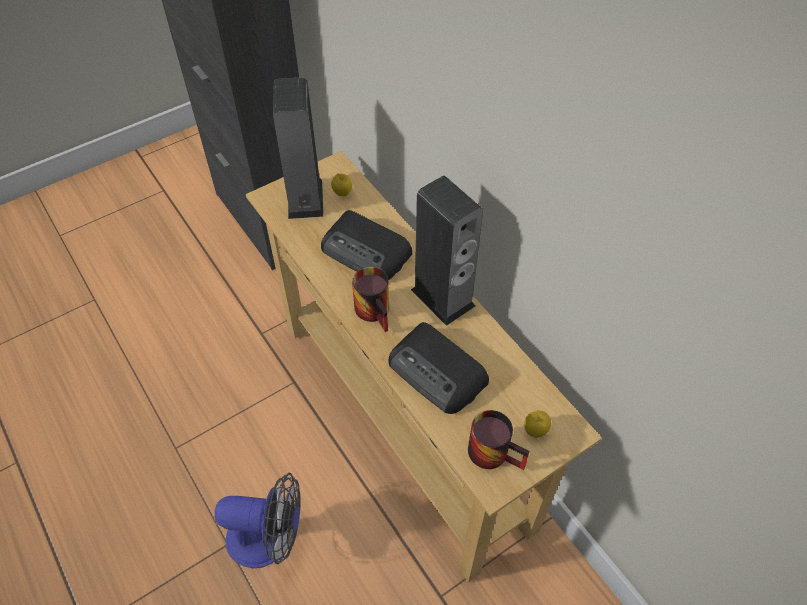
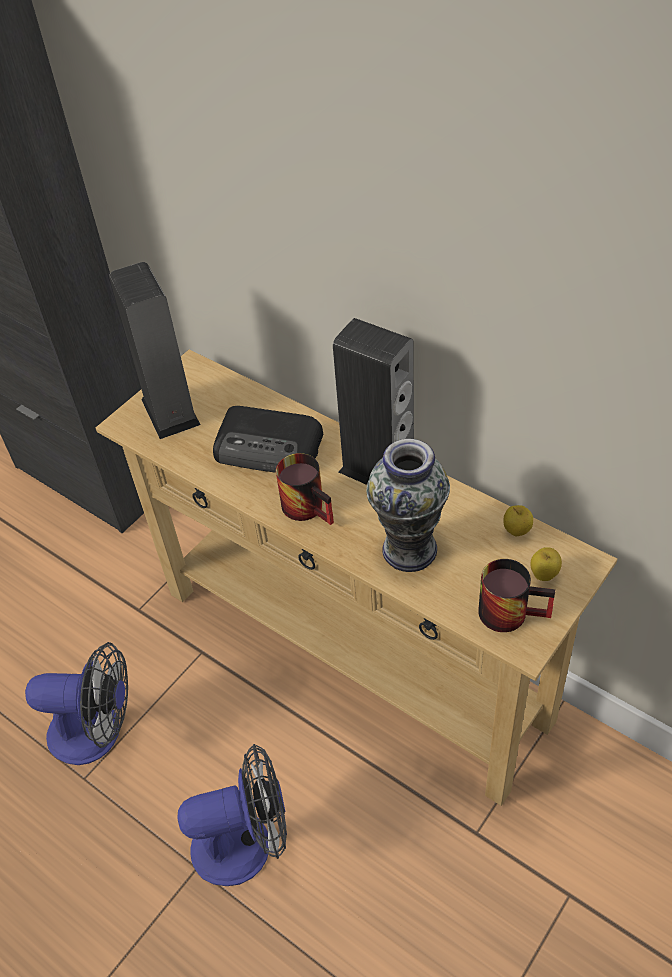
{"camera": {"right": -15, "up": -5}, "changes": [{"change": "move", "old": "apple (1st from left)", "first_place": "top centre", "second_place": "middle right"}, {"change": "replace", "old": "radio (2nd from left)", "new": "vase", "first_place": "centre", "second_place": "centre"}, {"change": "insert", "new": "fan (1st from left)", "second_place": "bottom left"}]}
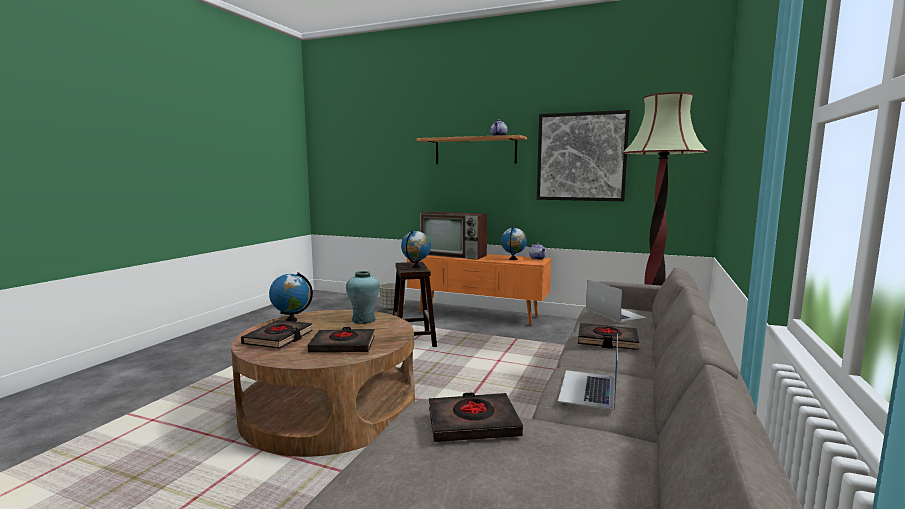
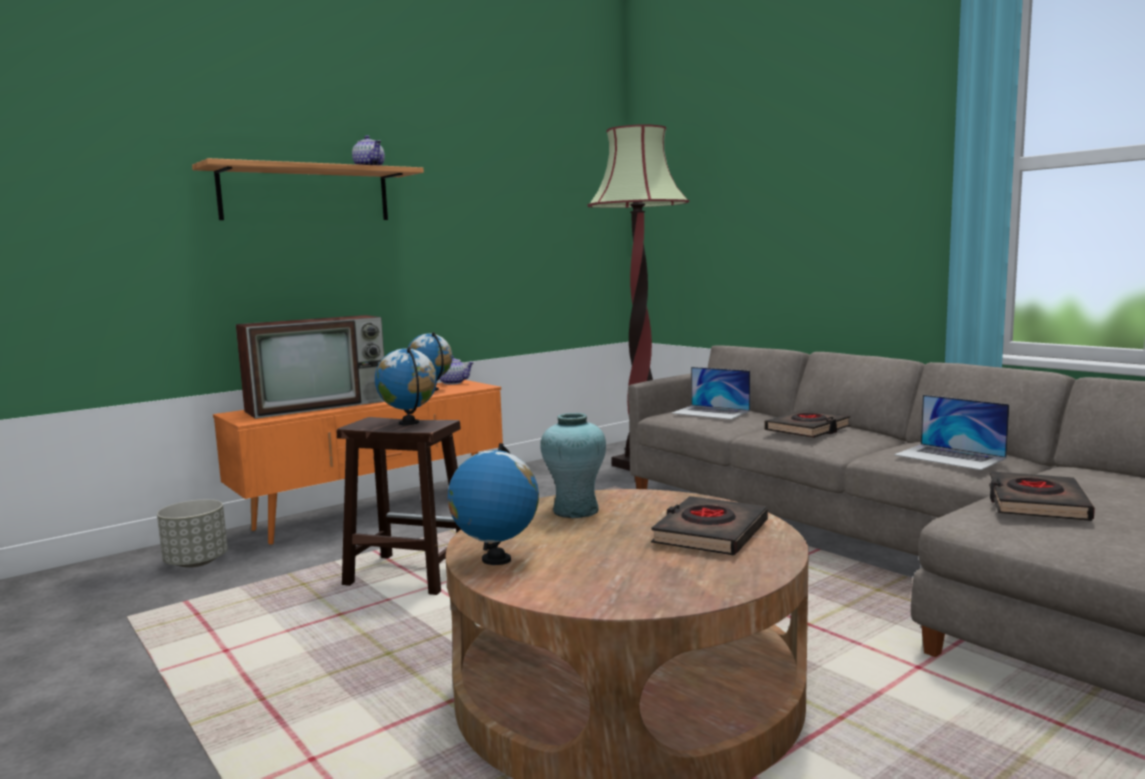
{"camera": {"right": -60, "up": 0}, "changes": [{"change": "delete", "old": "black book (1st from left)", "first_place": "middle left"}, {"change": "delete", "old": "picture", "first_place": "top centre"}, {"change": "rotate", "old": "laptop (2nd from left in the first image)", "first_place": "middle right", "second_place": "centre", "degrees": -150}]}
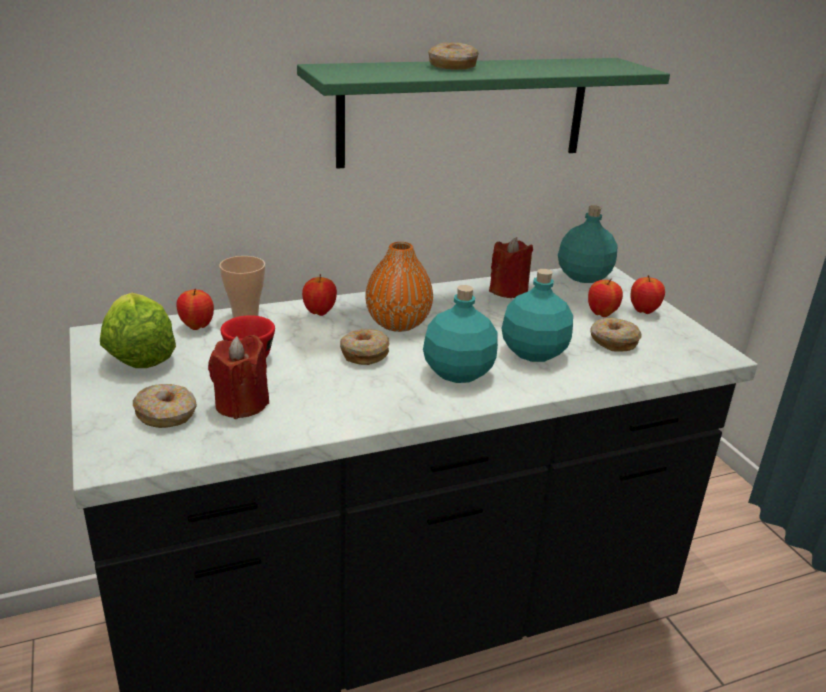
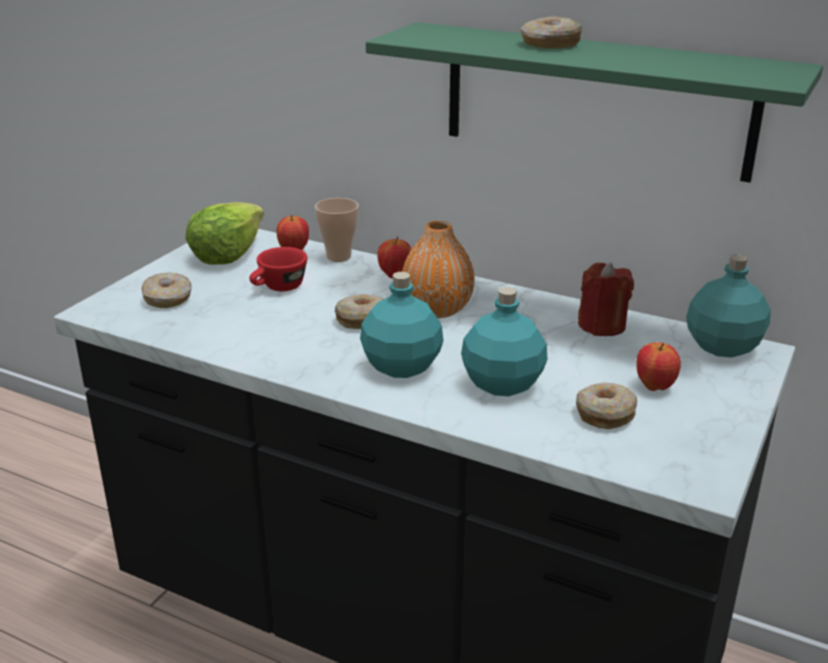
{"camera": {"right": 50, "up": 0}, "changes": [{"change": "delete", "old": "red candle (1st from left)", "first_place": "middle left"}, {"change": "delete", "old": "apple (4th from left)", "first_place": "middle right"}]}
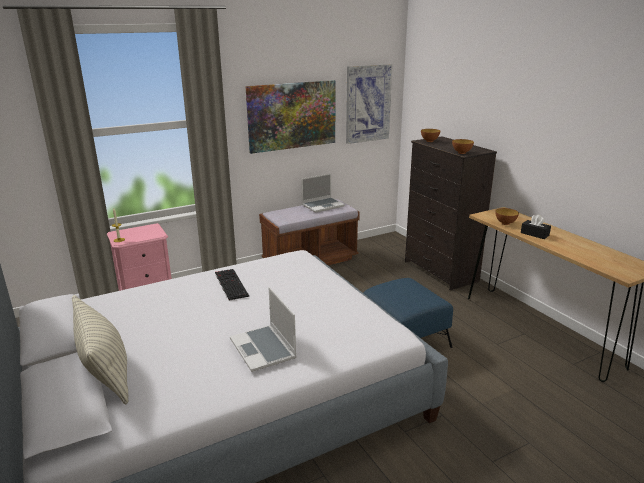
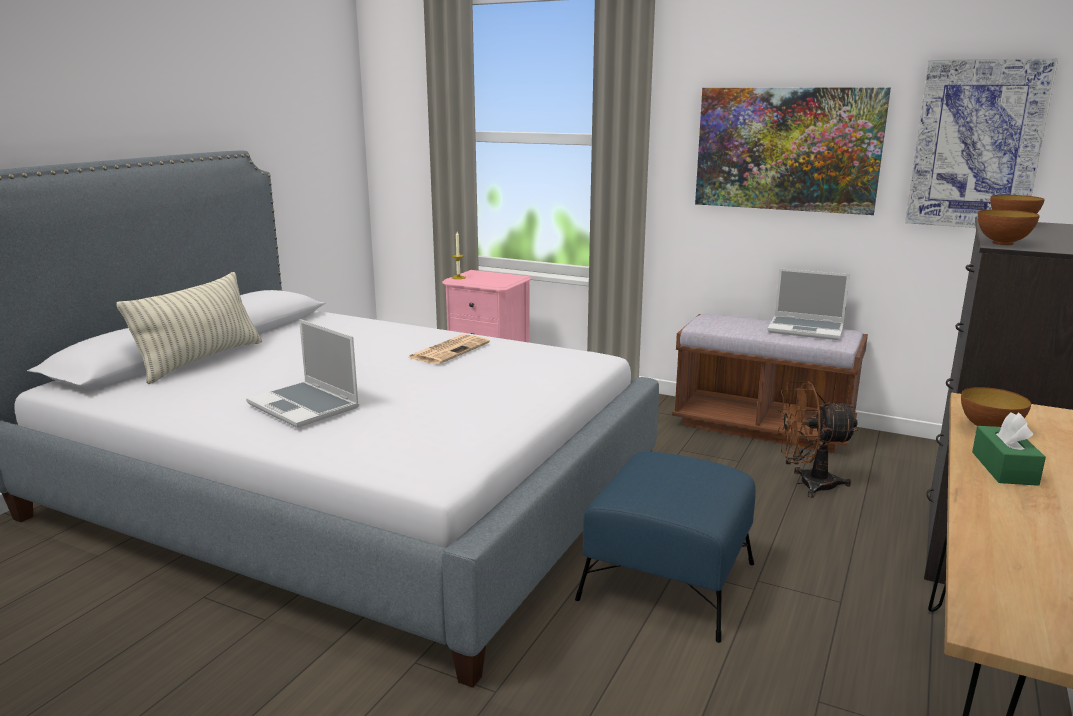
{"camera": {"right": 55, "up": -5}, "changes": [{"change": "replace", "old": "keyboard", "new": "newspaper", "first_place": "centre", "second_place": "centre"}, {"change": "rotate", "old": "laptop (1st from left)", "first_place": "bottom centre", "second_place": "middle left", "degrees": -75}, {"change": "recolor", "old": "black tissue box", "new": "green tissue box", "first_place": "middle right", "second_place": "middle right"}, {"change": "insert", "new": "brown fan", "second_place": "middle right"}]}
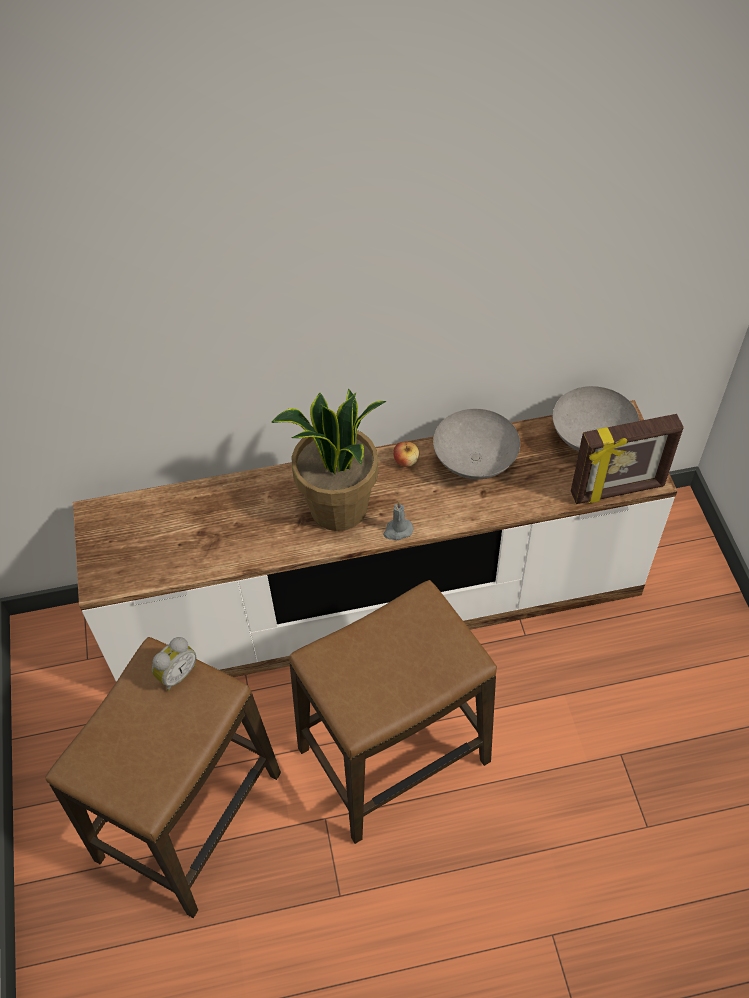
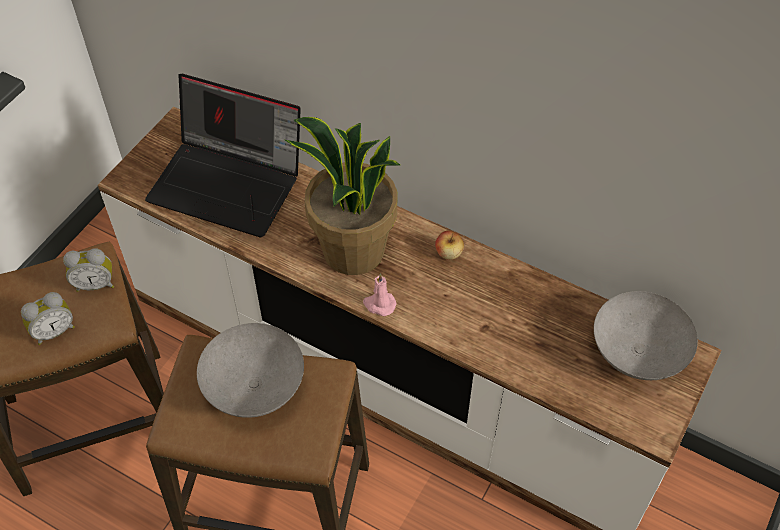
{"camera": {"right": 40, "up": 0}, "changes": [{"change": "recolor", "old": "grey candle", "new": "pink candle", "first_place": "centre", "second_place": "centre"}, {"change": "move", "old": "grey bowl (1st from left)", "first_place": "centre", "second_place": "bottom left"}, {"change": "delete", "old": "picture frame", "first_place": "middle right"}, {"change": "insert", "new": "alarm clock (1st from left)", "second_place": "middle left"}, {"change": "insert", "new": "laptop", "second_place": "top left"}]}
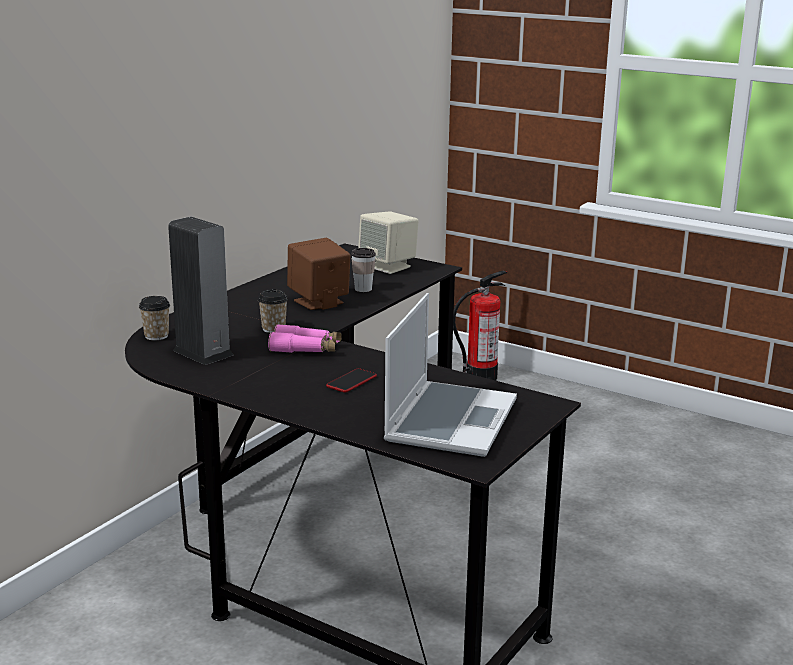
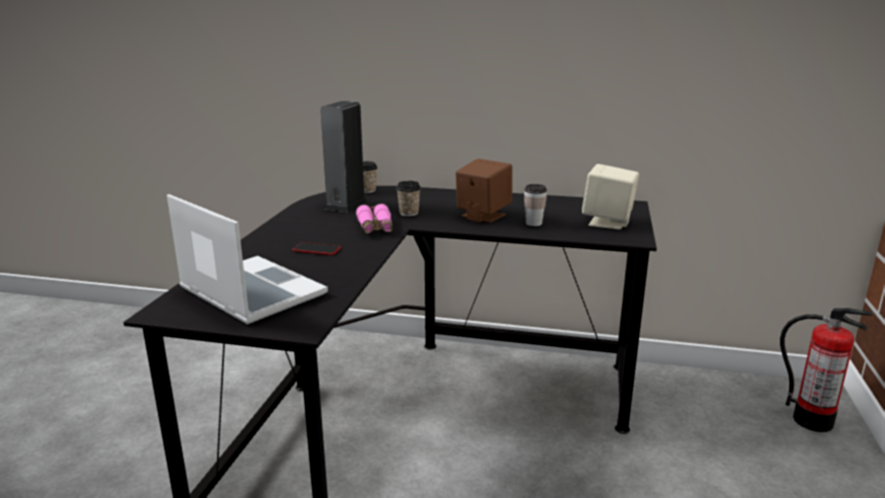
{"camera": {"right": 70, "up": 0}, "changes": [{"change": "rotate", "old": "laptop", "first_place": "centre", "second_place": "middle left", "degrees": -135}]}
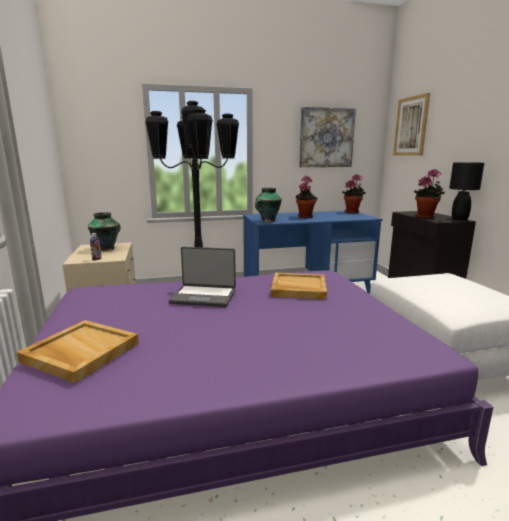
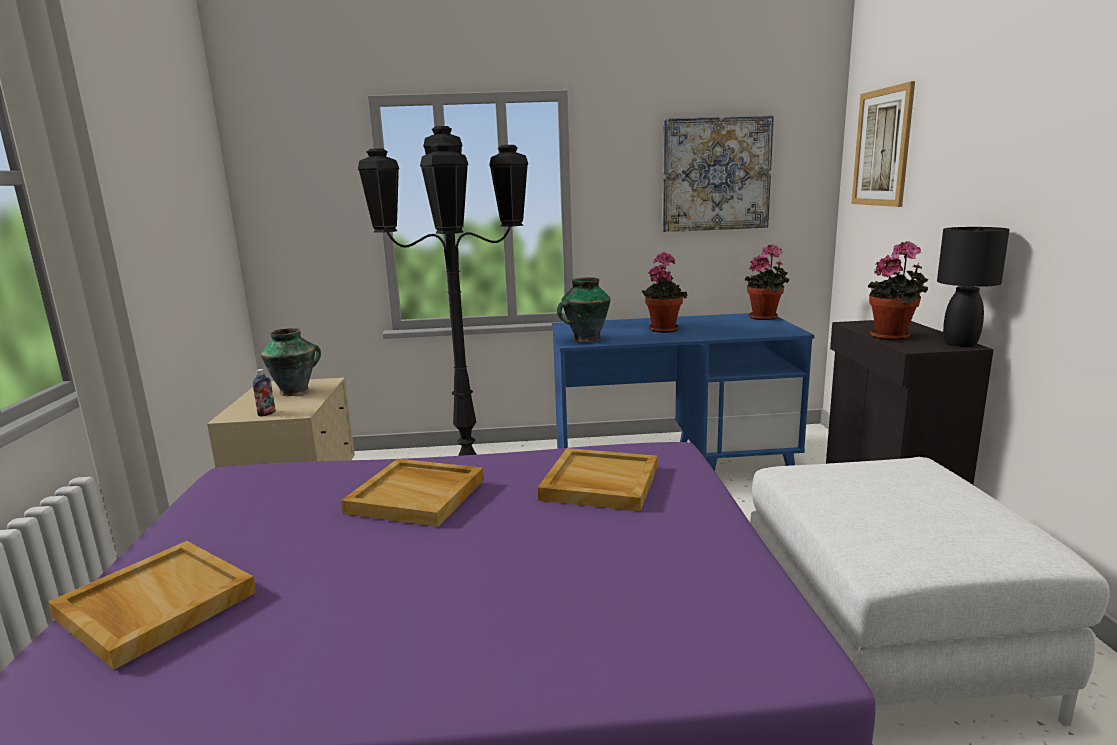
{"camera": {"right": 10, "up": 0}, "changes": [{"change": "replace", "old": "laptop", "new": "beige tray (2nd from left)", "first_place": "centre", "second_place": "centre"}]}
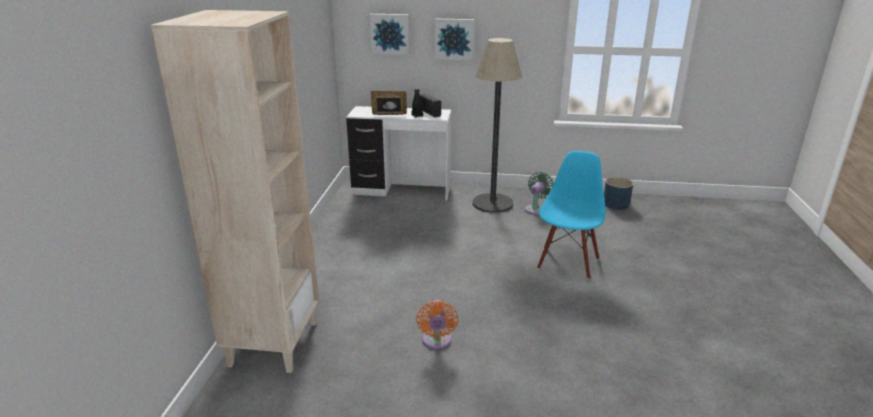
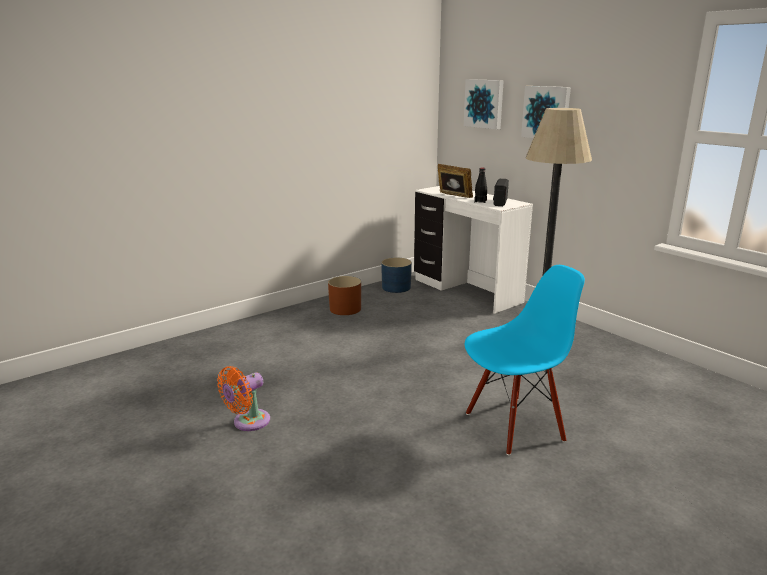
{"camera": {"right": 45, "up": -5}, "changes": [{"change": "delete", "old": "beige bookcase", "first_place": "middle left"}, {"change": "delete", "old": "green fan", "first_place": "centre"}, {"change": "move", "old": "blue planter", "first_place": "middle right", "second_place": "centre"}, {"change": "insert", "new": "brown planter", "second_place": "centre"}]}
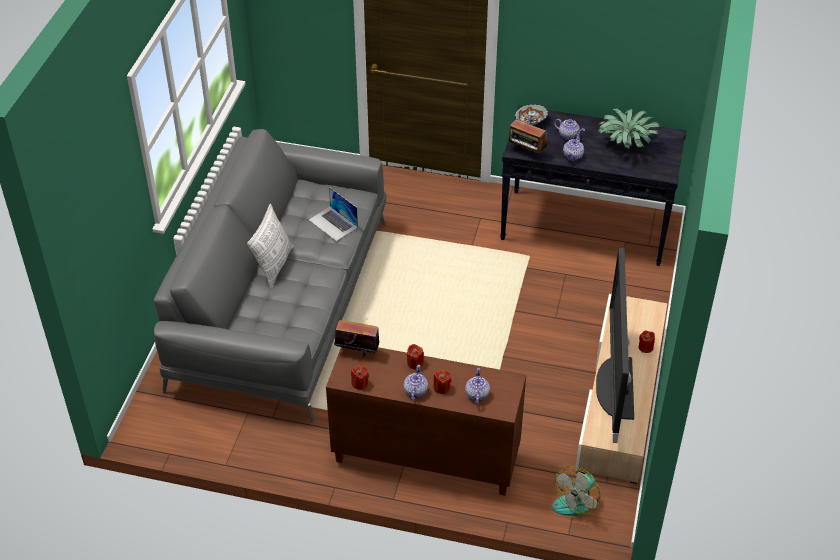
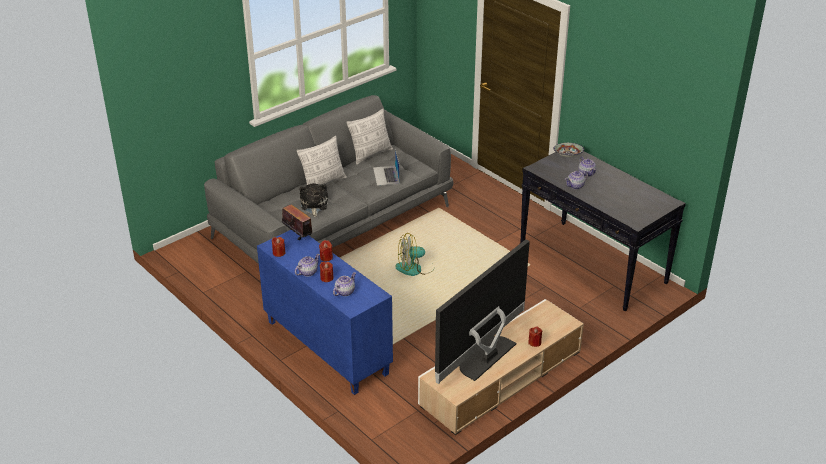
{"camera": {"right": 35, "up": -10}, "changes": [{"change": "recolor", "old": "brown cabinet", "new": "blue cabinet", "first_place": "bottom centre", "second_place": "bottom centre"}, {"change": "delete", "old": "radio (2nd from left)", "first_place": "top centre"}, {"change": "move", "old": "fan", "first_place": "bottom right", "second_place": "centre"}, {"change": "delete", "old": "potted plant", "first_place": "top right"}, {"change": "insert", "new": "plush toy", "second_place": "centre"}, {"change": "insert", "new": "pillow (2nd from left)", "second_place": "top centre"}]}
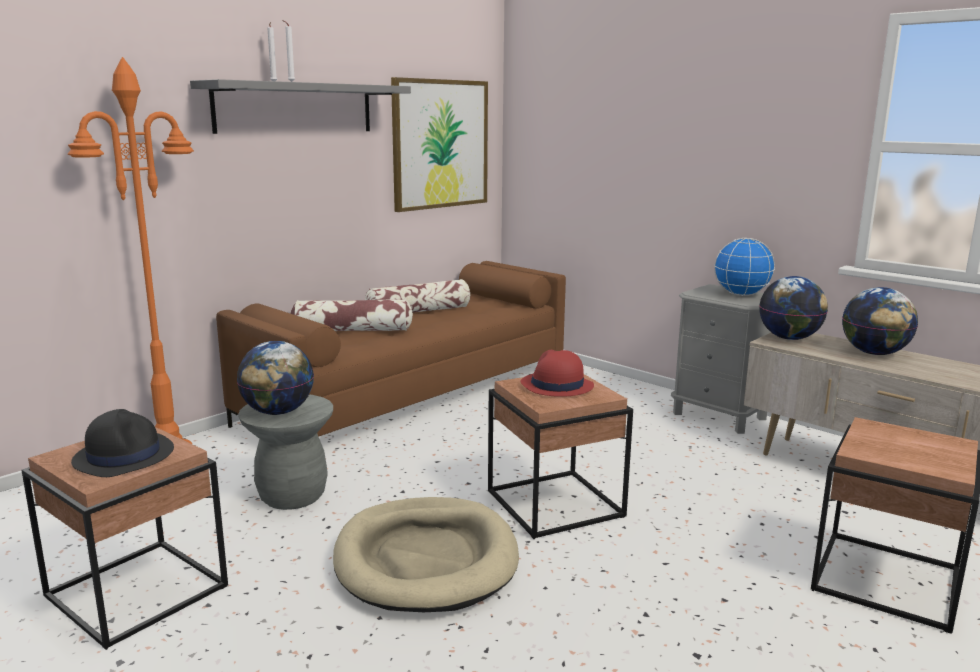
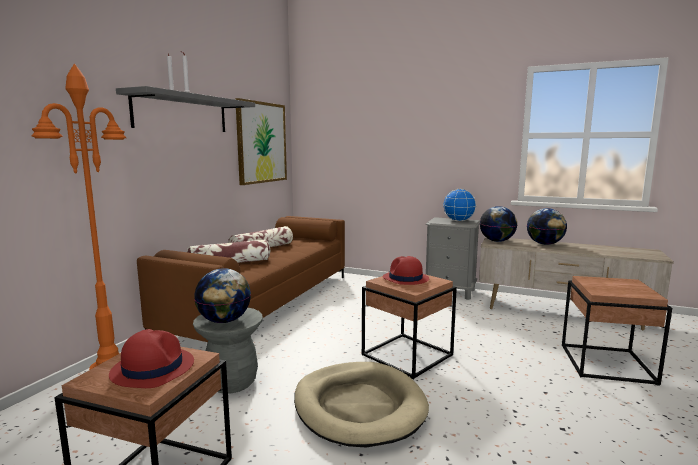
{"camera": {"right": -20, "up": -5}, "changes": [{"change": "recolor", "old": "black hat", "new": "red hat (1st from left)", "first_place": "middle left", "second_place": "bottom left"}]}
